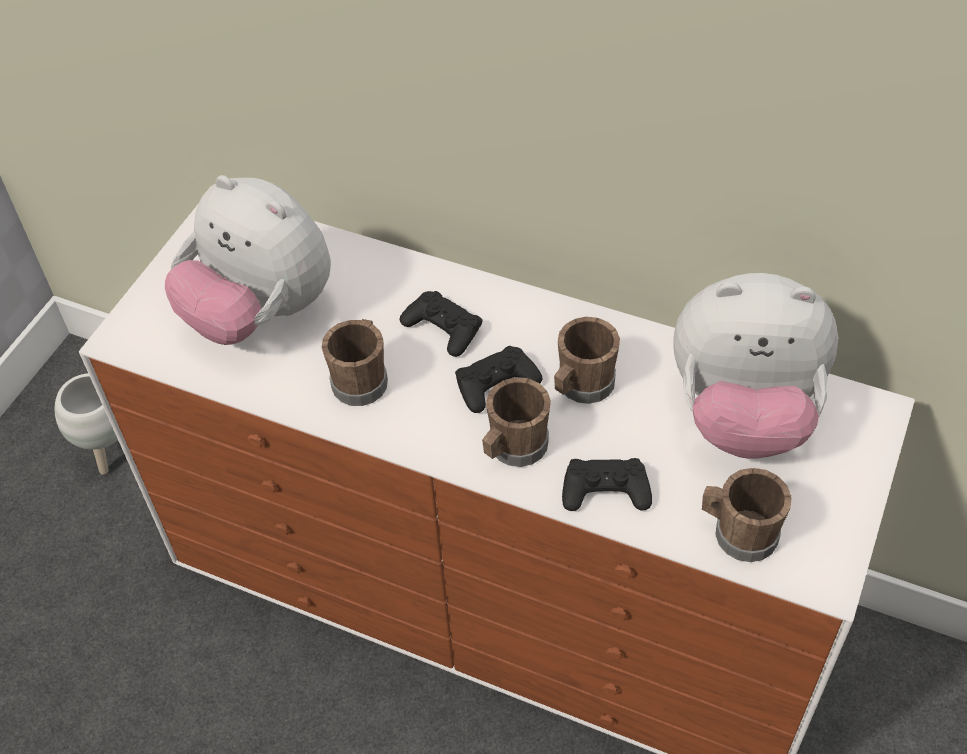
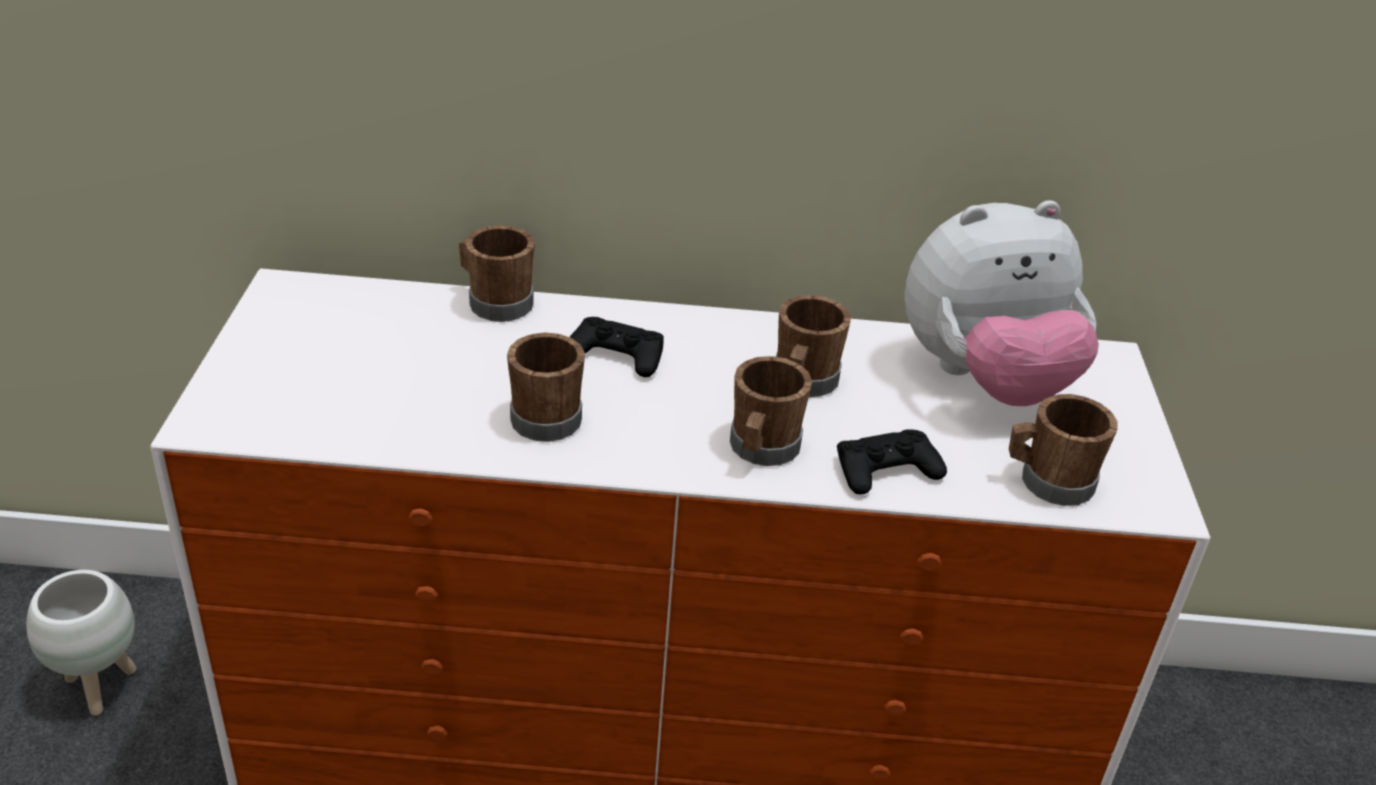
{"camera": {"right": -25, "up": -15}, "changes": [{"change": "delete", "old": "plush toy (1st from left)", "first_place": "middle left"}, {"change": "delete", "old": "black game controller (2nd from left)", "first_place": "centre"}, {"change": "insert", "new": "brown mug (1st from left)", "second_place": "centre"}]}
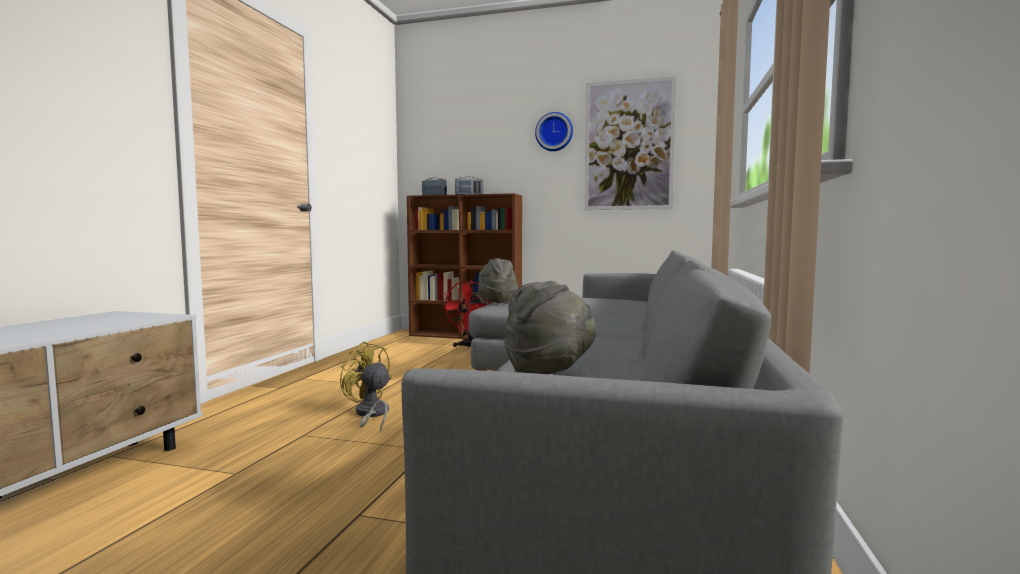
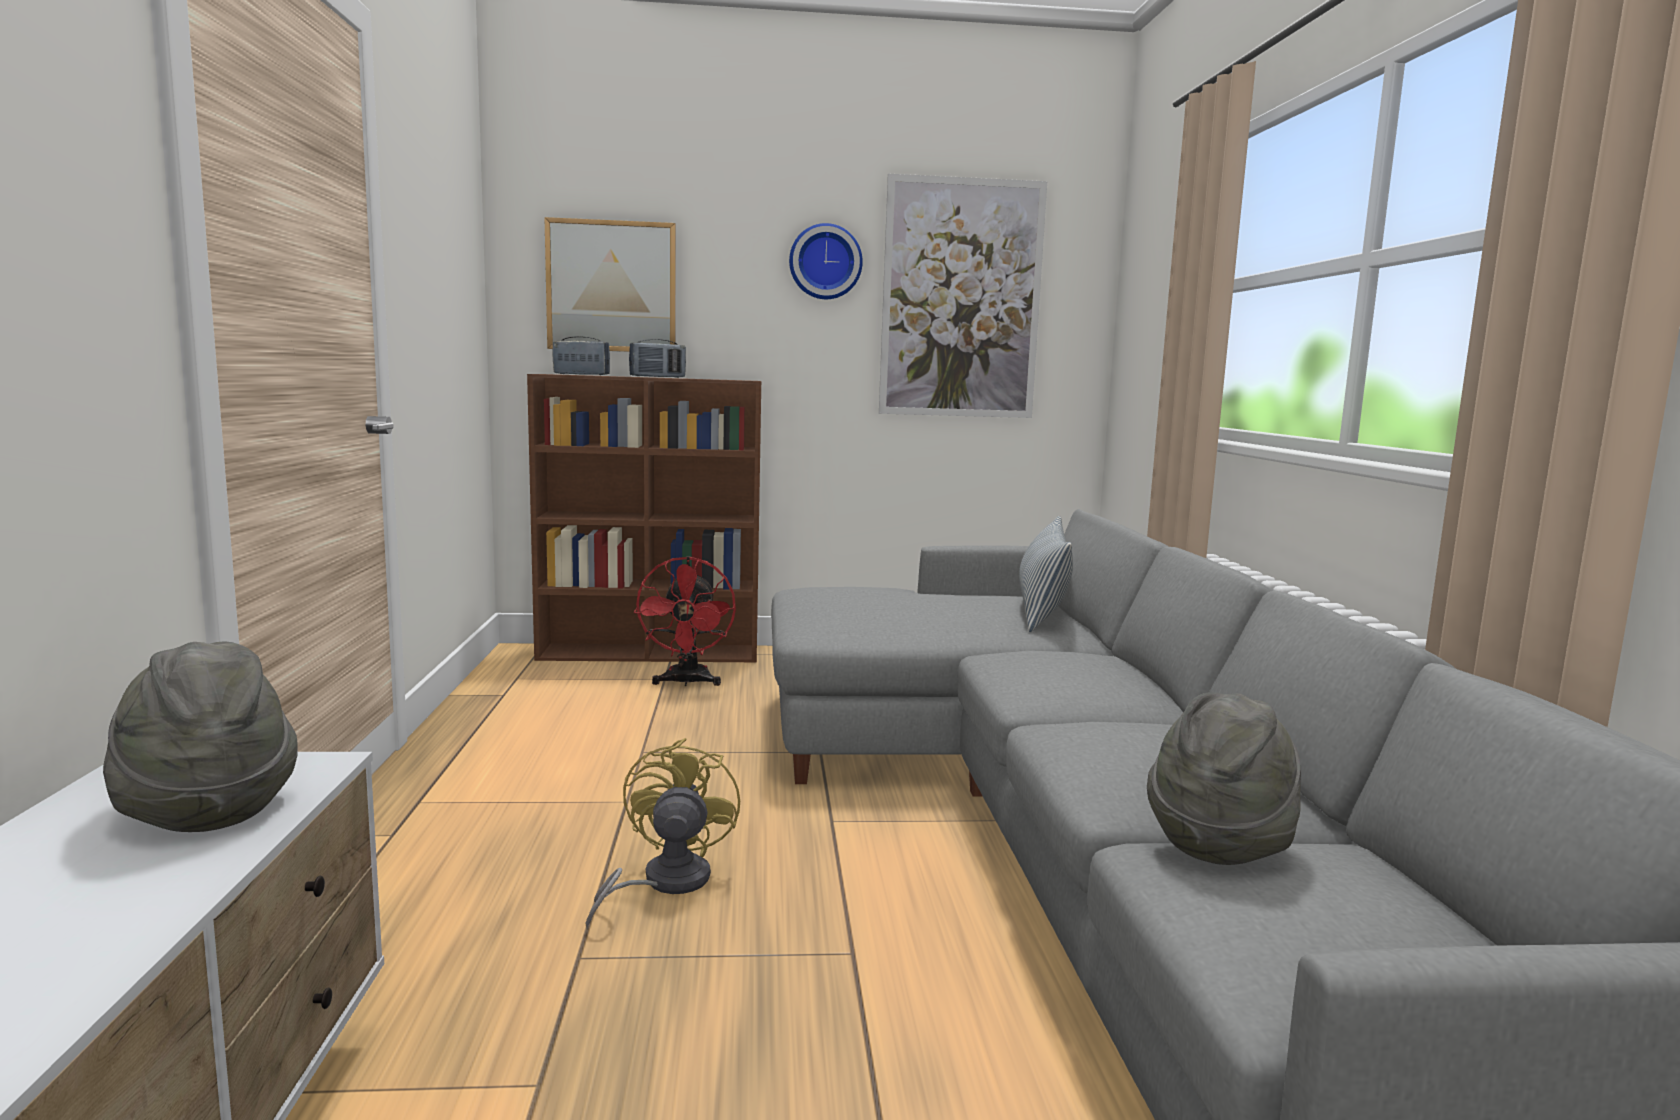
{"camera": {"right": -20, "up": 5}, "changes": [{"change": "rotate", "old": "yellow fan", "first_place": "bottom centre", "second_place": "bottom centre", "degrees": 75}, {"change": "move", "old": "grey hat (1st from left)", "first_place": "centre", "second_place": "middle left"}, {"change": "insert", "new": "picture (1st from left)", "second_place": "top centre"}, {"change": "insert", "new": "pillow", "second_place": "centre"}]}
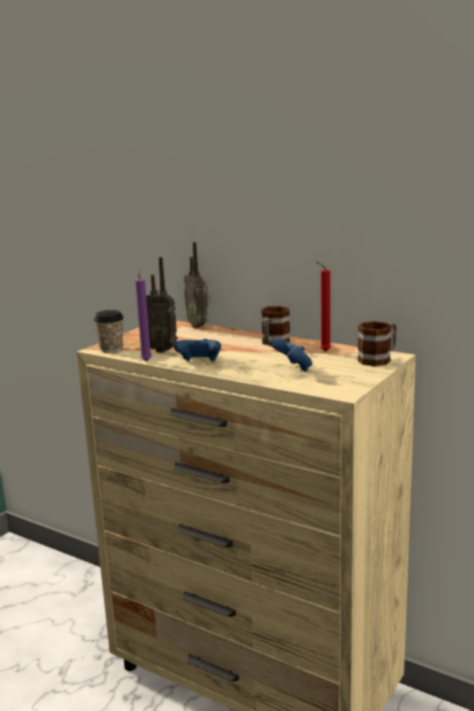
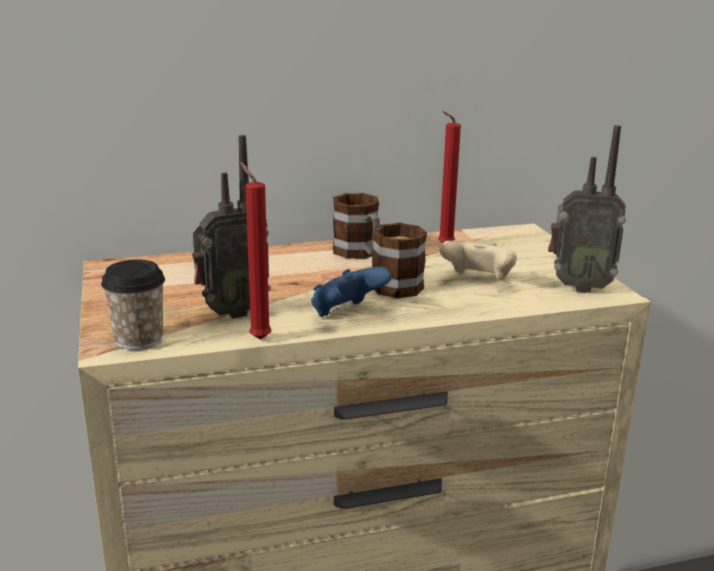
{"camera": {"right": -50, "up": 5}, "changes": [{"change": "recolor", "old": "purple candle", "new": "red candle (1st from left)", "first_place": "middle left", "second_place": "centre"}, {"change": "move", "old": "radio (2nd from left)", "first_place": "centre", "second_place": "middle right"}, {"change": "recolor", "old": "blue game controller (2nd from left)", "new": "beige game controller", "first_place": "centre", "second_place": "middle right"}, {"change": "move", "old": "mug (2nd from left)", "first_place": "middle right", "second_place": "centre"}]}
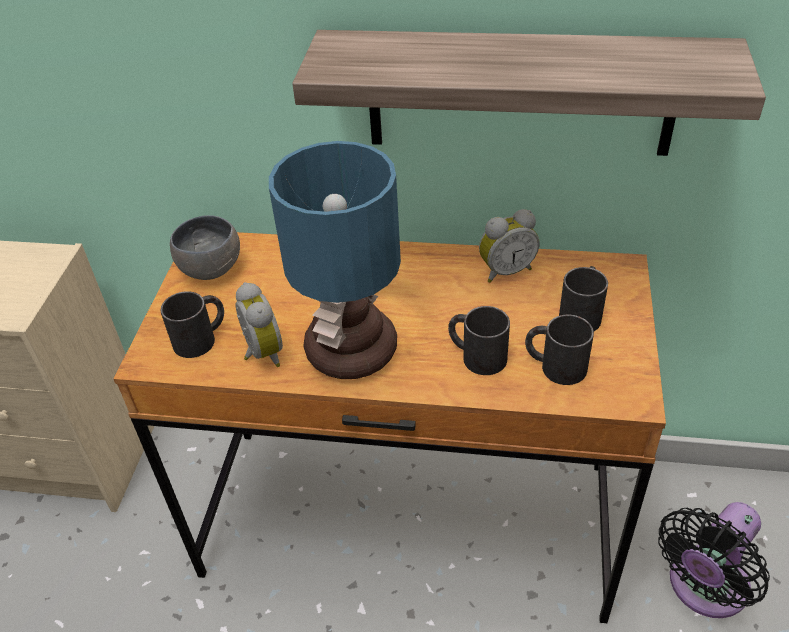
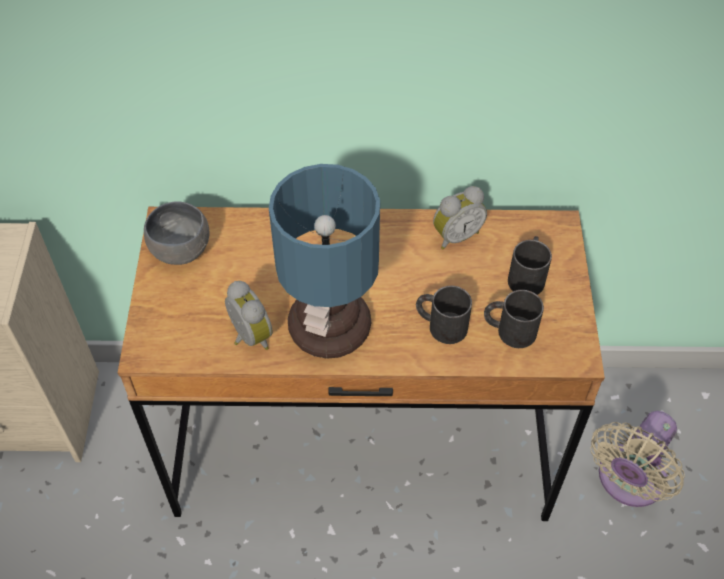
{"camera": {"right": -10, "up": 10}, "changes": [{"change": "delete", "old": "black mug (1st from left)", "first_place": "middle left"}, {"change": "delete", "old": "shelf", "first_place": "top right"}, {"change": "recolor", "old": "black fan", "new": "beige fan", "first_place": "bottom right", "second_place": "bottom right"}]}
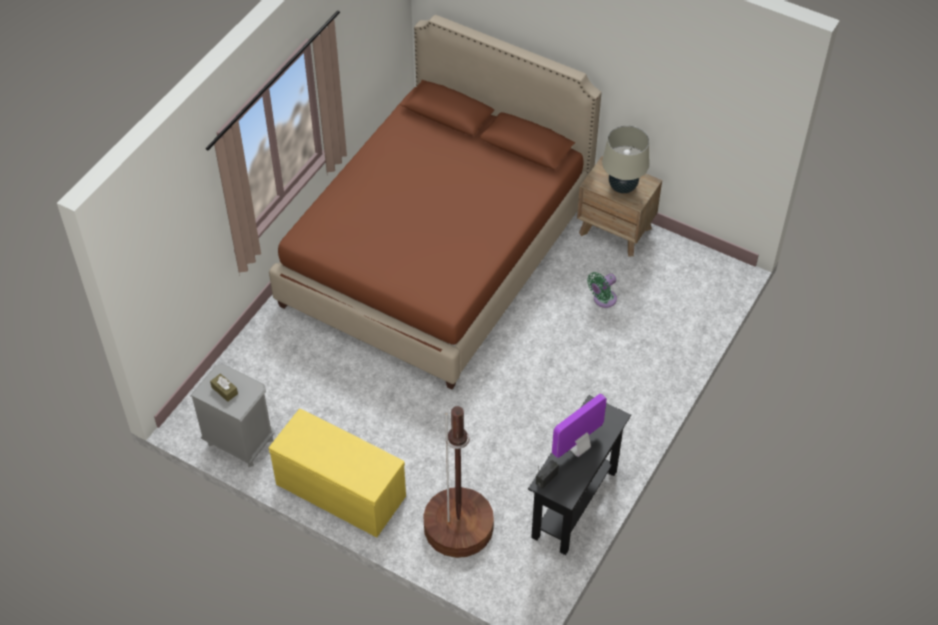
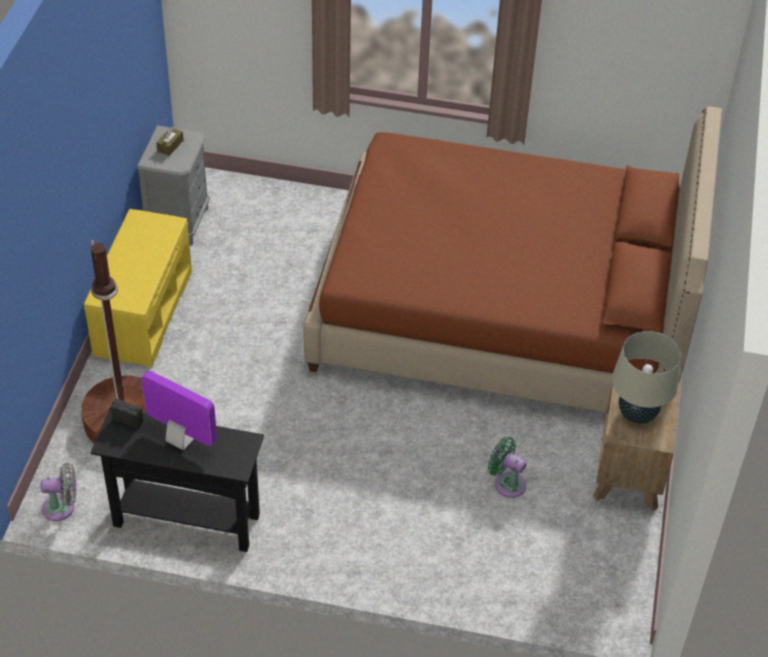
{"camera": {"right": 70, "up": -5}, "changes": [{"change": "insert", "new": "grey fan", "second_place": "bottom left"}]}
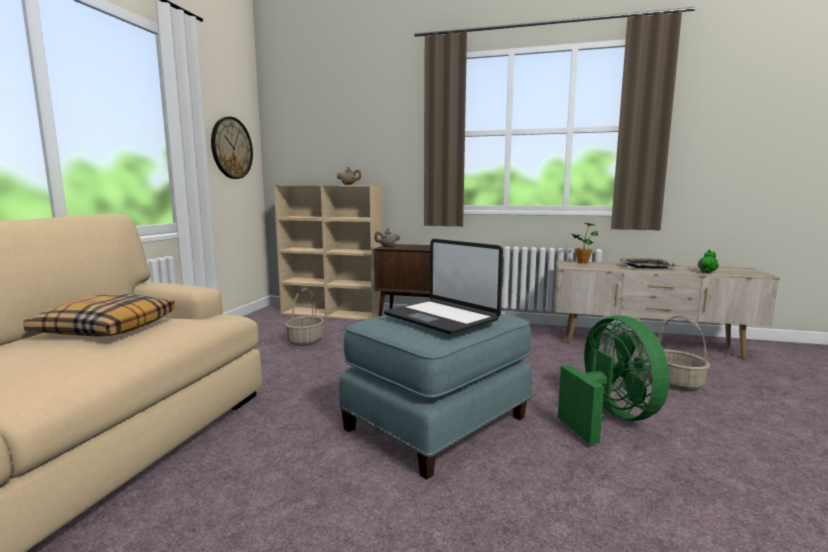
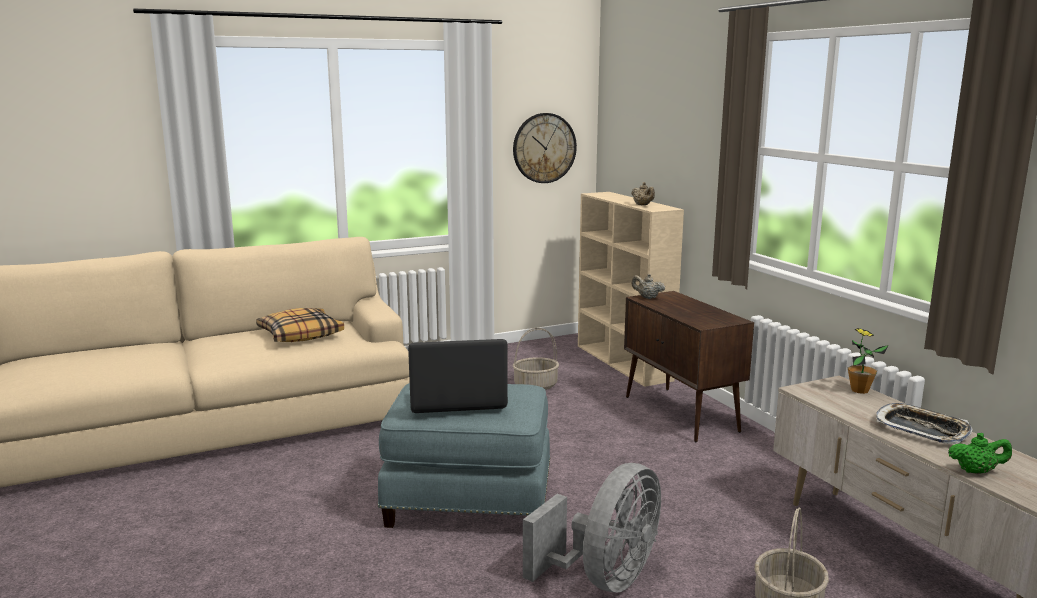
{"camera": {"right": 50, "up": 5}, "changes": [{"change": "rotate", "old": "laptop", "first_place": "centre", "second_place": "centre", "degrees": 75}, {"change": "recolor", "old": "green fan", "new": "grey fan", "first_place": "bottom right", "second_place": "bottom centre"}]}
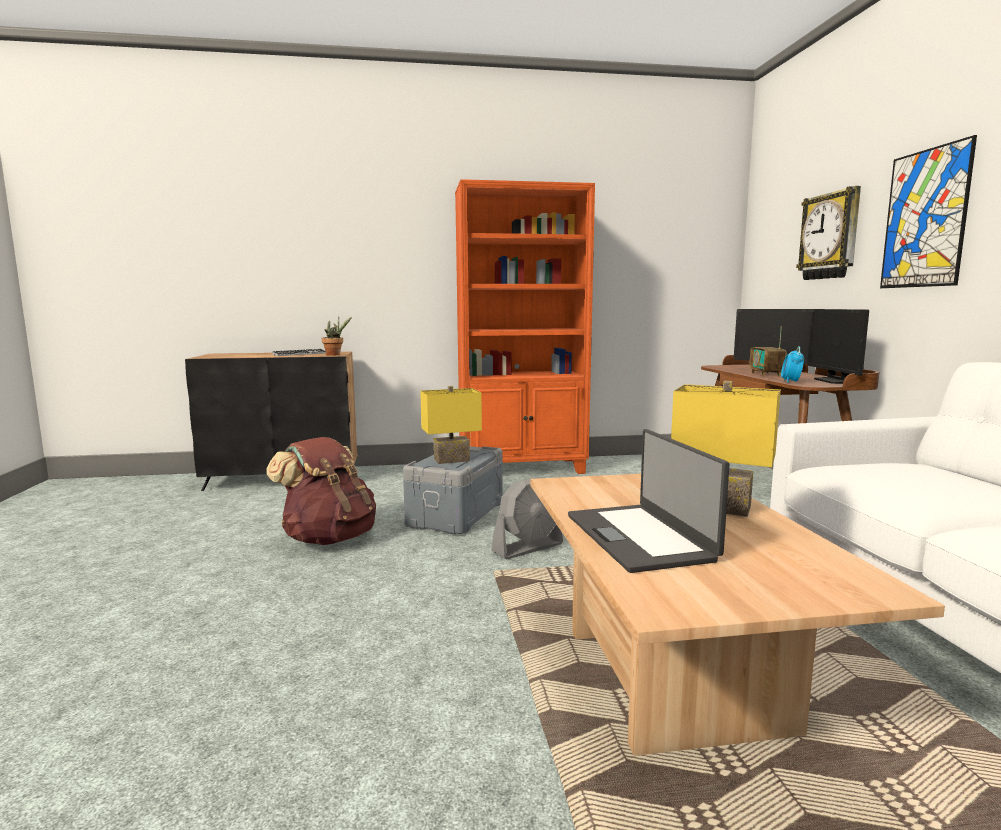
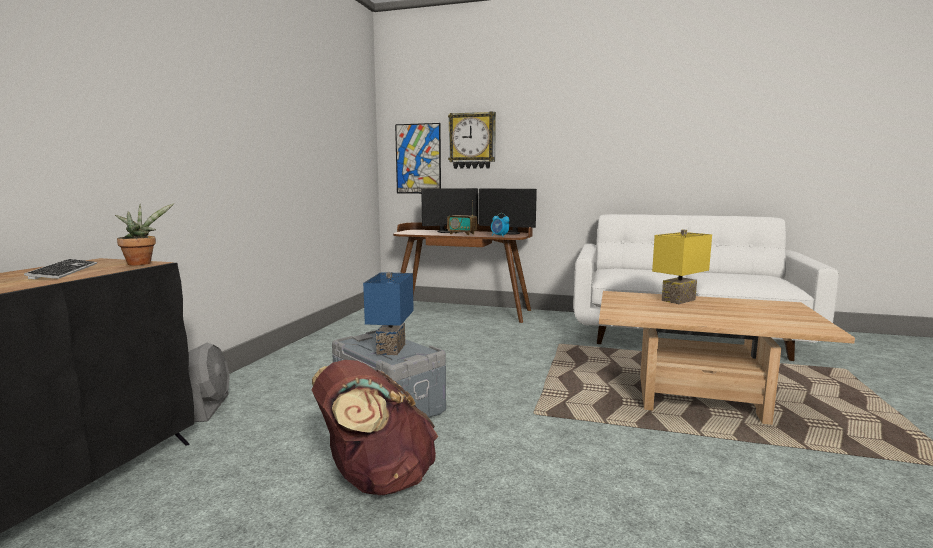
{"camera": {"right": -65, "up": 0}, "changes": [{"change": "recolor", "old": "yellow table lamp (1st from left)", "new": "blue table lamp", "first_place": "centre", "second_place": "centre"}, {"change": "delete", "old": "orange bookcase", "first_place": "centre"}, {"change": "move", "old": "grey fan", "first_place": "centre", "second_place": "bottom left"}, {"change": "delete", "old": "laptop", "first_place": "centre"}, {"change": "move", "old": "picture", "first_place": "top right", "second_place": "top centre"}]}
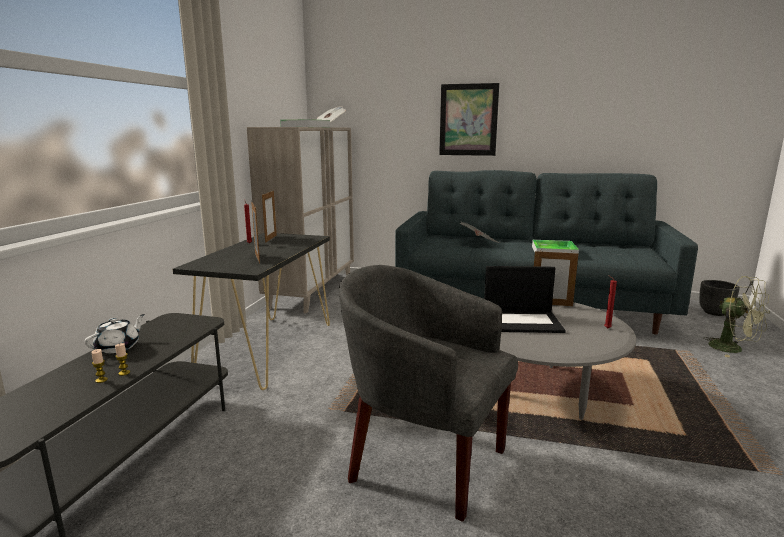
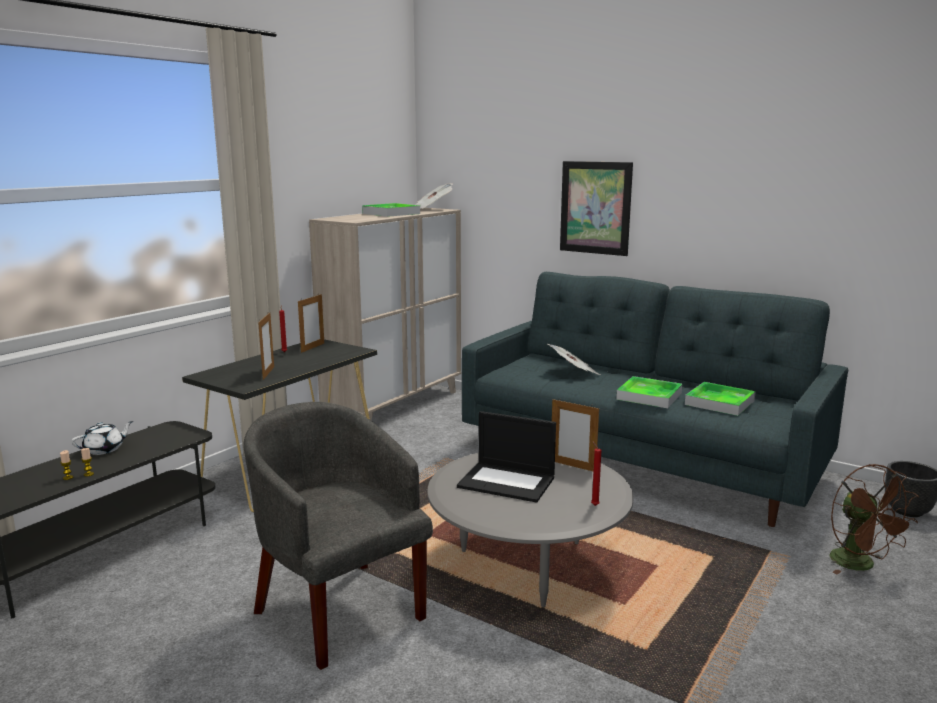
{"camera": {"right": 20, "up": 0}, "changes": [{"change": "recolor", "old": "green fan", "new": "brown fan", "first_place": "middle right", "second_place": "bottom right"}, {"change": "insert", "new": "tray (3rd from left)", "second_place": "middle right"}]}
